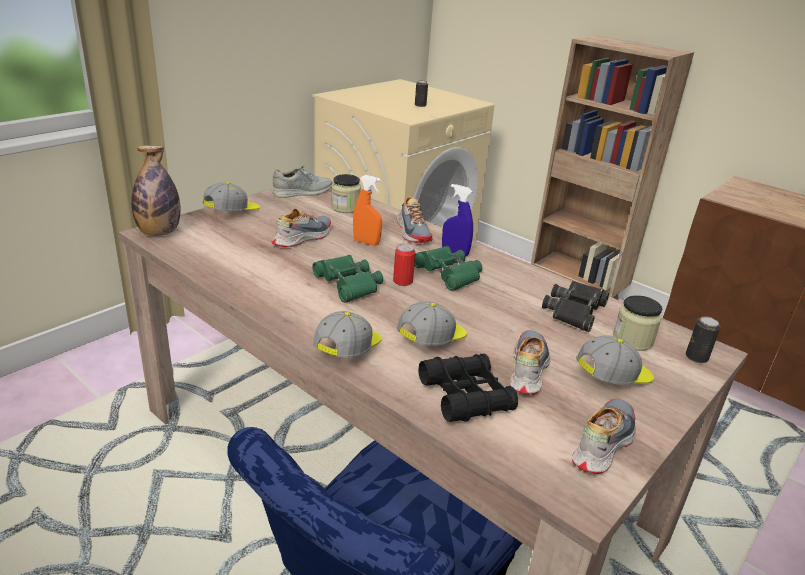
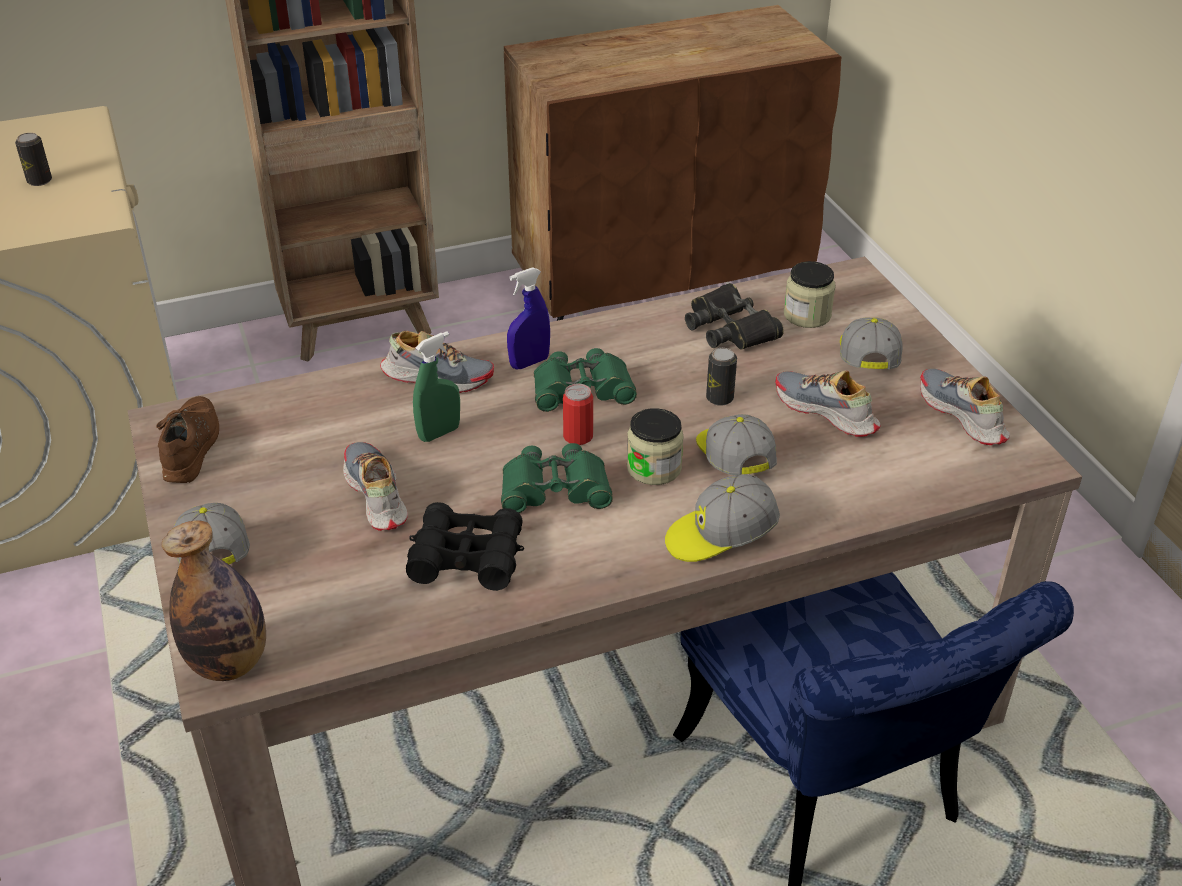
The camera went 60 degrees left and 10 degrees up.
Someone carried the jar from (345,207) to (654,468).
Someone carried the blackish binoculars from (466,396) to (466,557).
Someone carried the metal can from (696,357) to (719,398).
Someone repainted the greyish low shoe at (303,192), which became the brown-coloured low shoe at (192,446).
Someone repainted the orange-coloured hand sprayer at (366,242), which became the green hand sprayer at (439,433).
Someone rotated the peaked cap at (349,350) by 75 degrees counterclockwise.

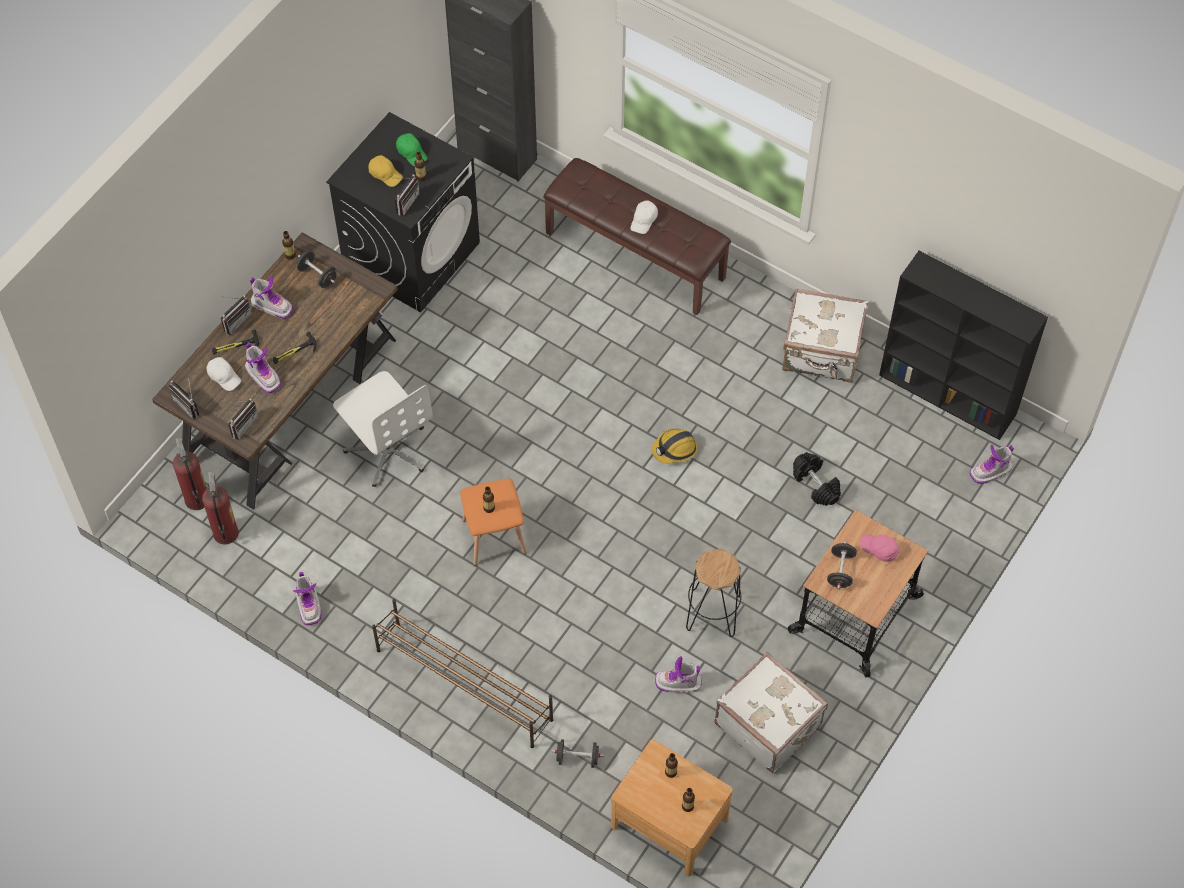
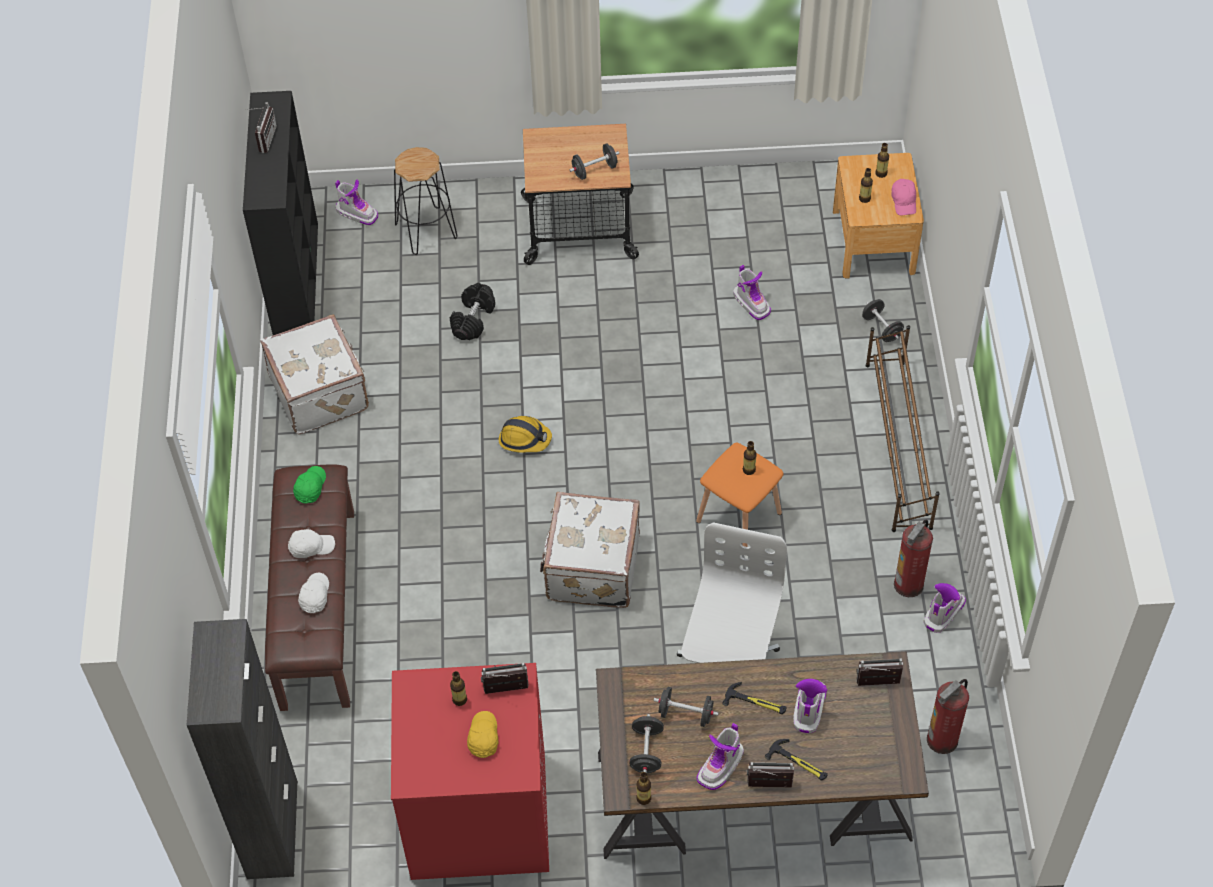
The camera went 125 degrees left and 5 degrees down.
Someone put down the blackish hand weight at (685,714).
Someone carried the radio receiver from (189,405) to (263,138).
Someone carried the extinguisher from (196,499) to (909,585).
Someone carried the whitish peaked cap from (224,376) to (314,596).
Someone carried the green peaked cap from (411,152) to (310,487).
Someone carried the blackish stool from (713,613) to (426,230).
Someone carried the whitish suitcase from (768,723) to (591,568).
Someone carried the pink-coloured peaked cap from (879,549) to (904,201).
Someone repainted the blackish laundry machine at (412,255), which became the reddish laundry machine at (477,816).
Someone rotated the boot at (272,306) by 135 degrees counterclockwise.

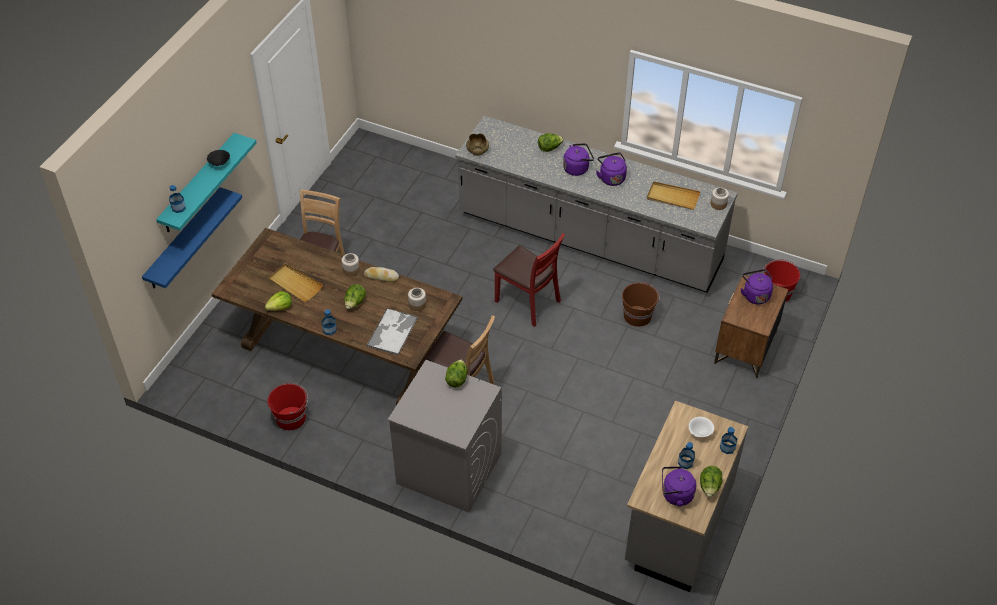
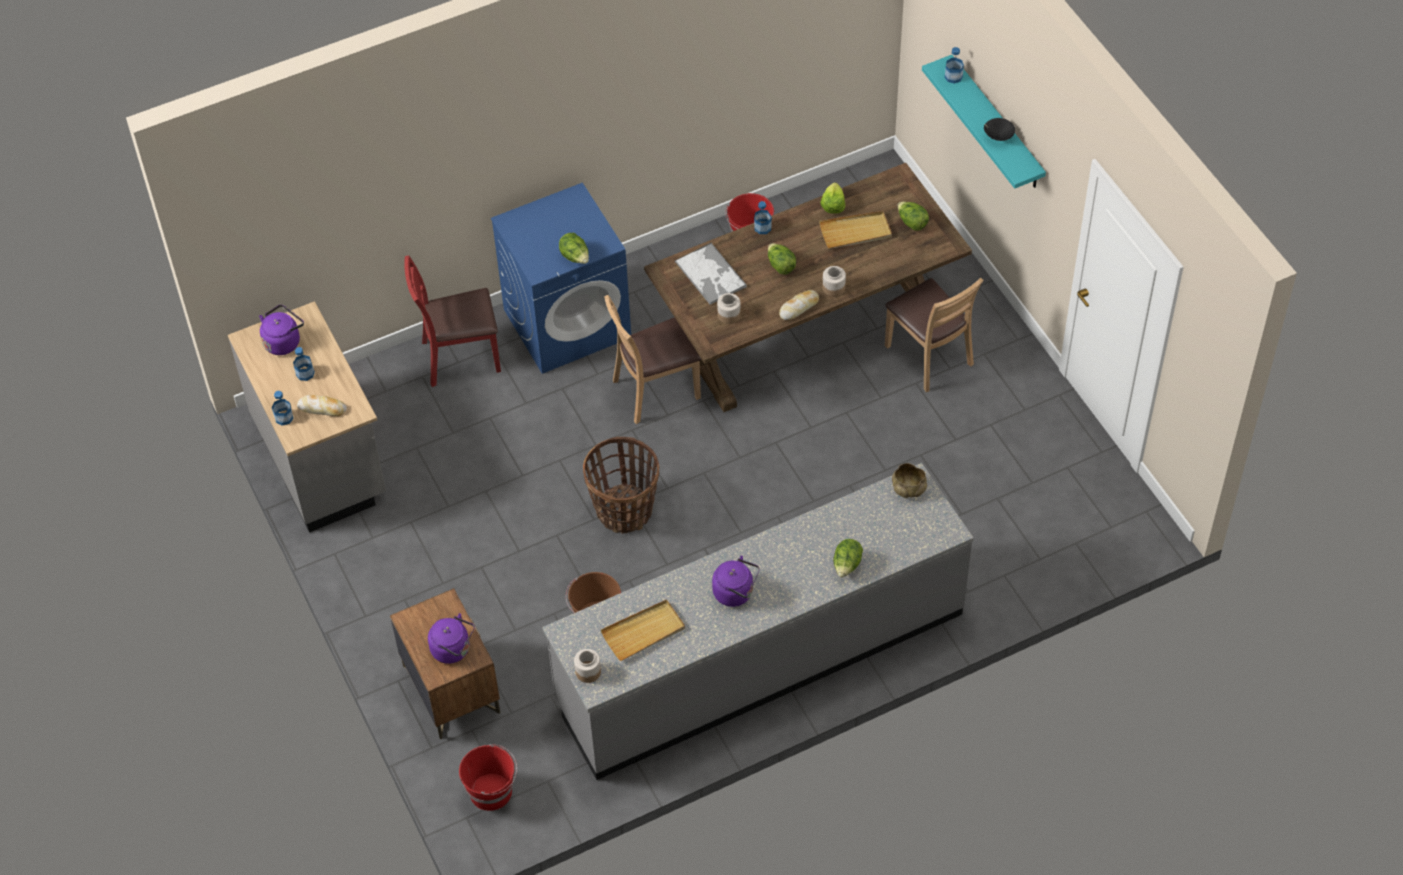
The camera went 130 degrees right and 5 degrees up.
Someone took away the blue bracket shelf at (184,239).
Someone took away the purplish tea kettle at (577,168).
Someone put down the basket at (624,510).
Someone carried the reddish chair from (528,302) to (460,357).
Someone carried the lettuce head from (709,487) to (912,223).
Someone swapped the whitish bowl at (699,432) for the baked bread at (322,408).
Someone repainted the greyish laundry machine at (448,468), which became the blue laundry machine at (567,323).

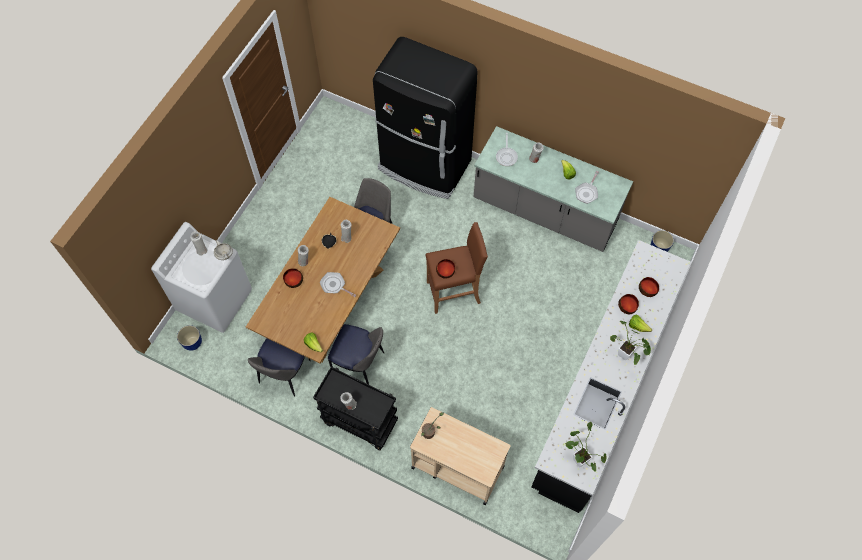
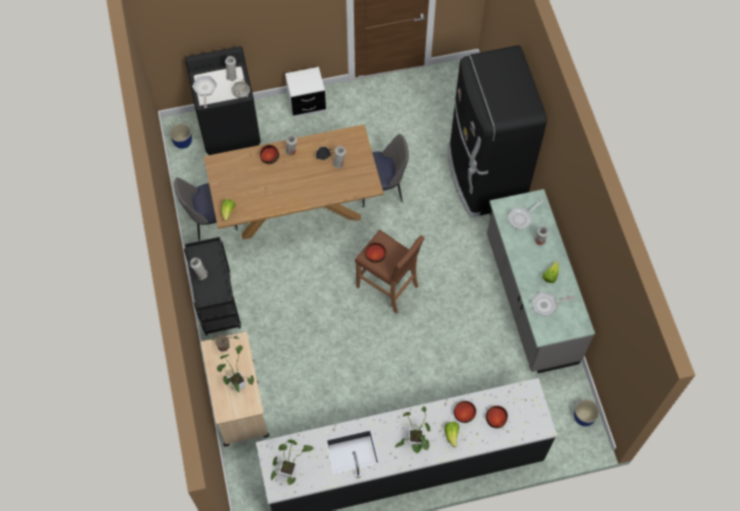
The camera went 50 degrees right and 0 degrees up.
Someone took away the chair at (360,363).
Someone put down the houseplant at (237,383).
Someone put down the whitish nightstand at (306,104).
Someone carried the frying pan from (334,285) to (205,89).
Someone repainted the whitish laundry machine at (215,300), which became the blackish laundry machine at (229,128).

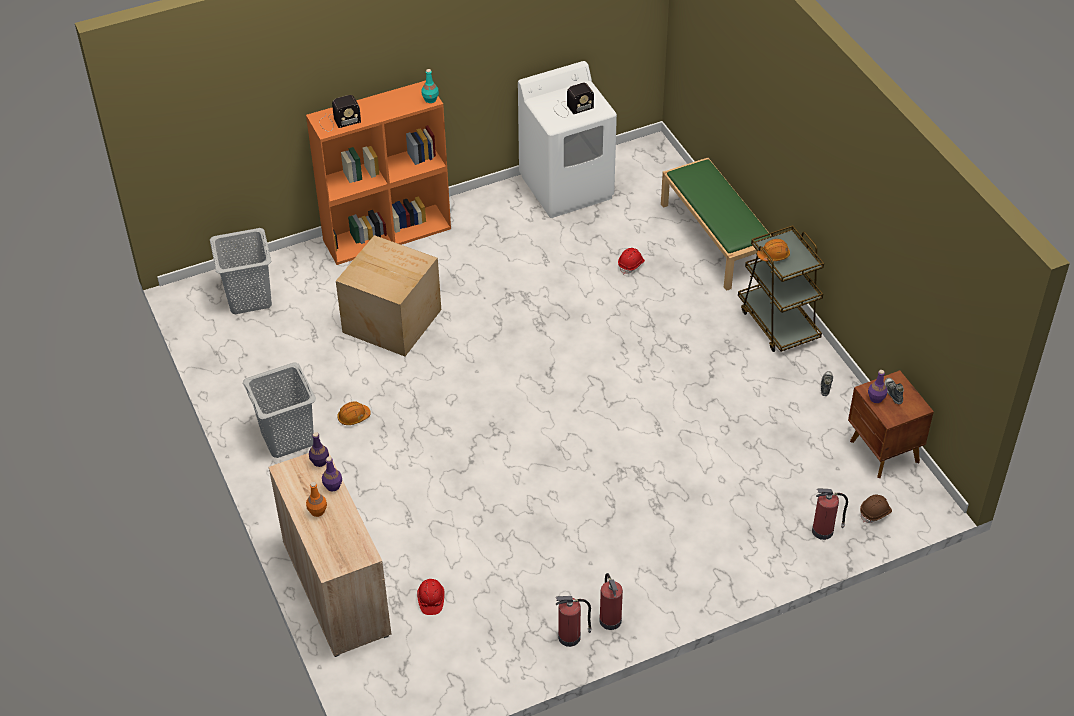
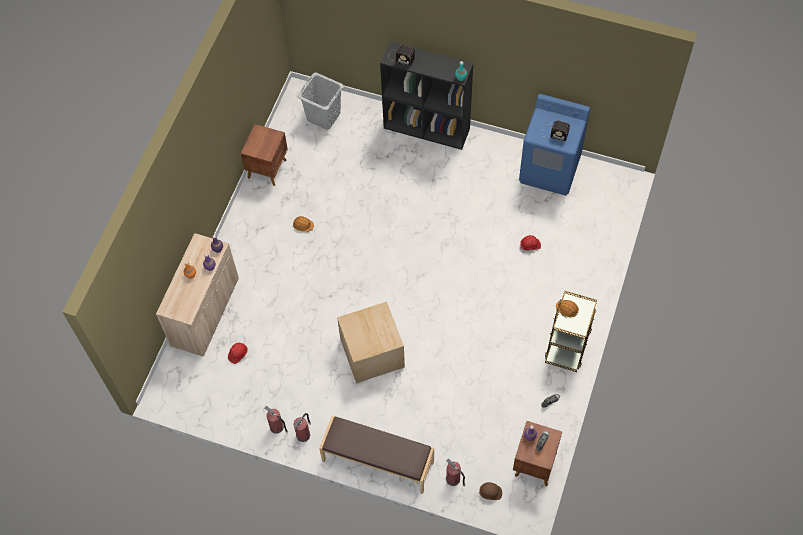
The camera went 45 degrees right and 15 degrees up.
Someone took away the greyish laundry basket at (287,437).
Someone took away the green bench at (716,239).
Someone put down the brown-coloured nightstand at (268,168).
Someone put down the brown-coloured bench at (377,462).
Someone carried the packing box from (391,320) to (372,352).
Someone repainted the orange-coloured shelving unit at (387,233), which became the blackish shelving unit at (427,128).
Someone repainted the whitish laundry machine at (567,187), which became the blue laundry machine at (550,169).

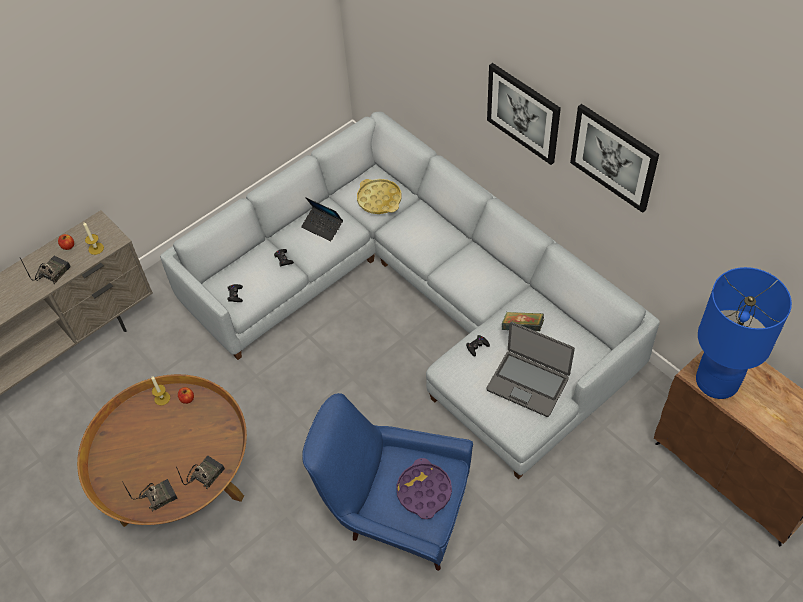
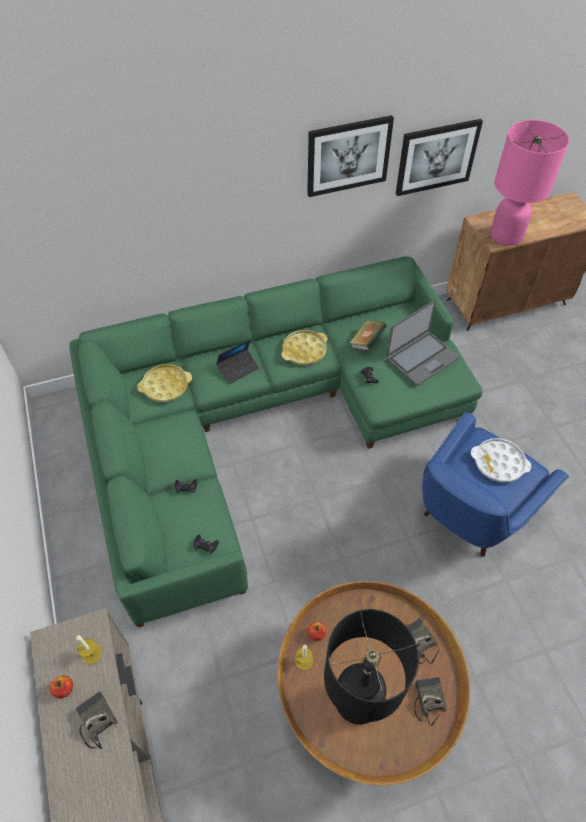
The camera went 70 degrees left and 0 degrees up.
Someone put down the yellowish tray at (304,350).
Someone put down the blackish table lamp at (357,699).
Someone carried the notebook computer from (322,226) to (238,369).
Someone carried the wall picture from (523,113) to (436,157).
Someone repainted the greyish sofa at (418,301), which became the green sofa at (262,420).
Someone repainted the purplish tray at (424,491), which became the whitish tray at (499,463).
Someone repainted the blue table lamp at (716,381), which became the pink-coloured table lamp at (506,236).

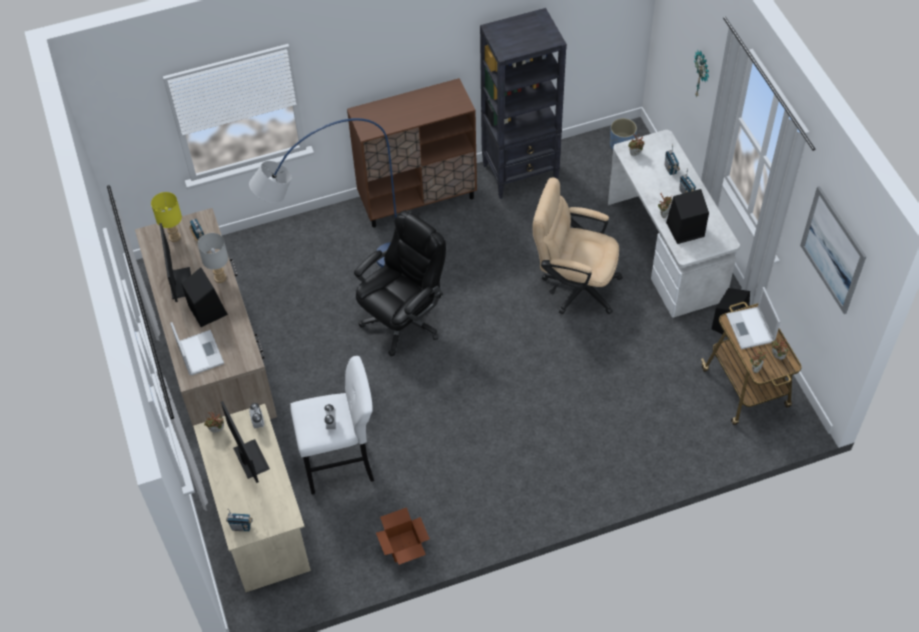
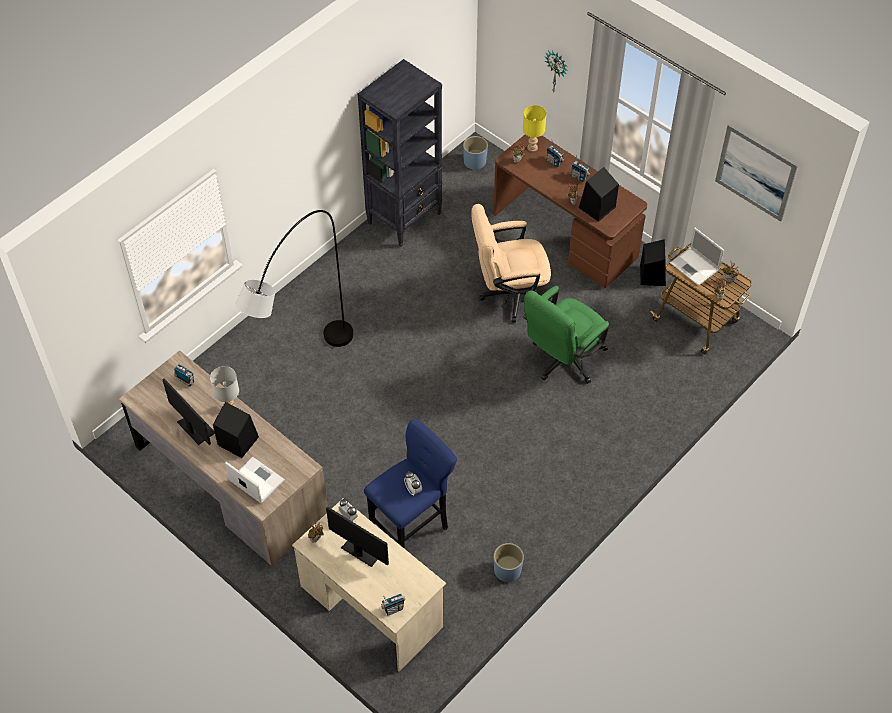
The camera went 30 degrees left and 0 degrees up.
Someone took away the brown-coloured cabinet at (418,198).
Someone took away the blackish office chair at (403,320).
Someone put down the green office chair at (563,361).
Someone carried the yellowish table lamp from (174,237) to (532,148).
Someone swapped the packing box at (403,547) for the blue planter at (507,570).
Someone repainted the blue standard lamp at (337,279), which became the greyish standard lamp at (303,372).
Someone repainted the whitish stool at (342,465), which became the blue stool at (412,527).
Someone repainted the whitish desk unit at (666,249), which became the brown-coloured desk unit at (565,234).

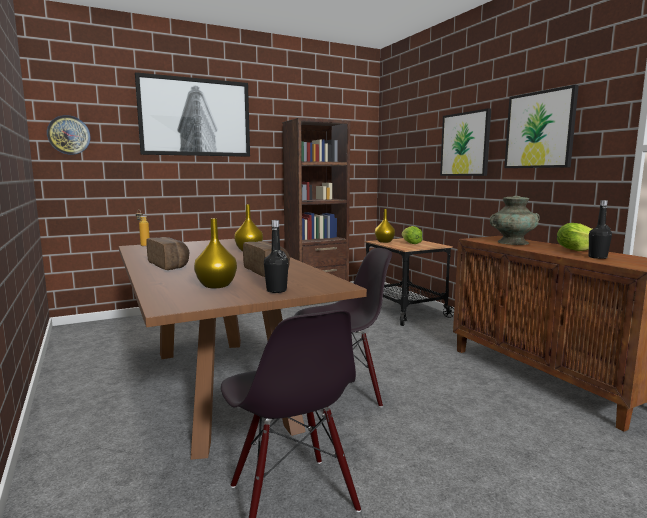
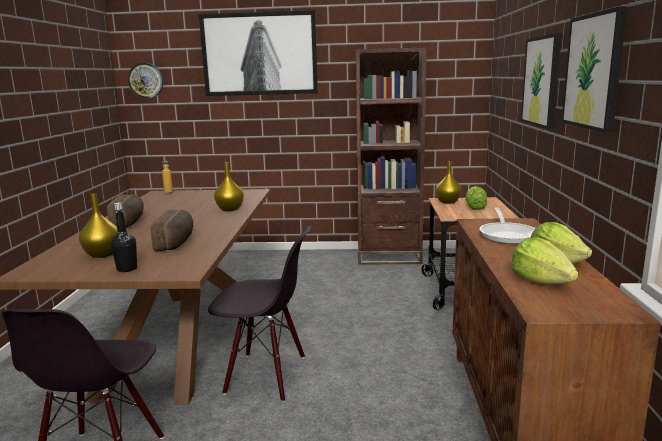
The camera went 30 degrees right and 5 degrees up.
Someone swapped the turquoise-coloured decorative vase at (513,242) for the frying pan at (507,235).
Someone swapped the blackish bottle at (597,257) for the lettuce head at (540,281).

